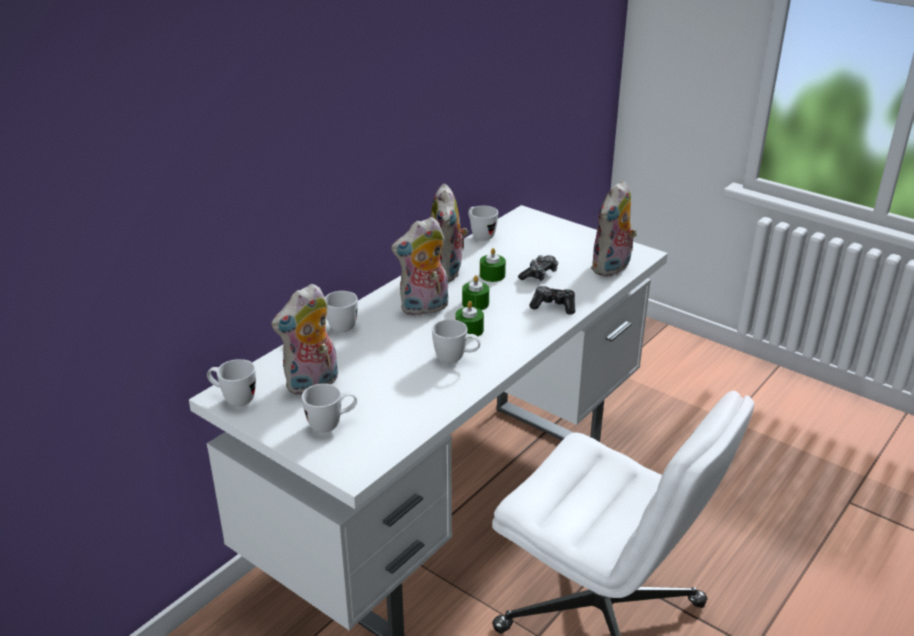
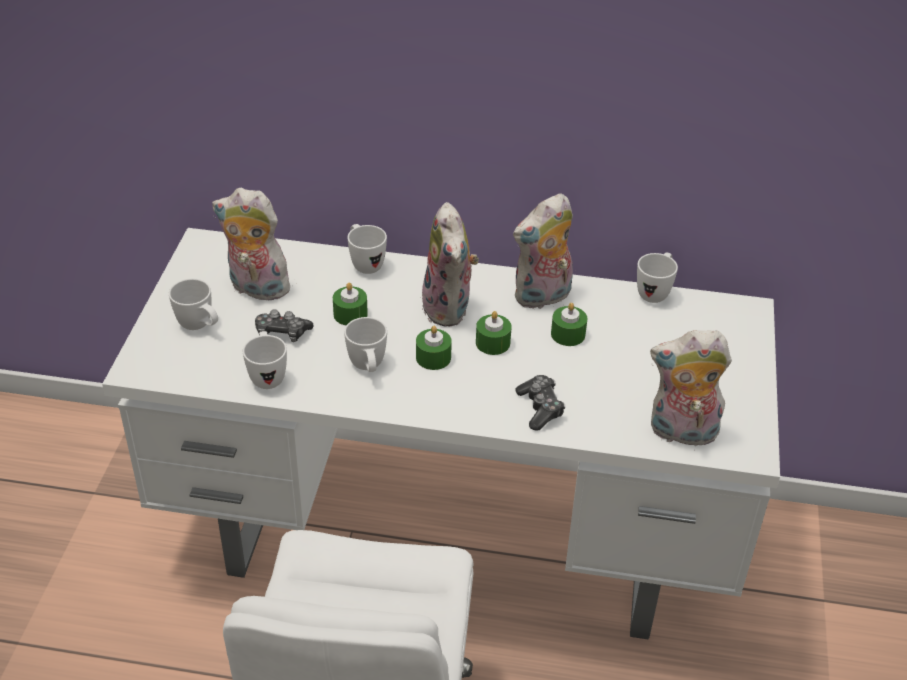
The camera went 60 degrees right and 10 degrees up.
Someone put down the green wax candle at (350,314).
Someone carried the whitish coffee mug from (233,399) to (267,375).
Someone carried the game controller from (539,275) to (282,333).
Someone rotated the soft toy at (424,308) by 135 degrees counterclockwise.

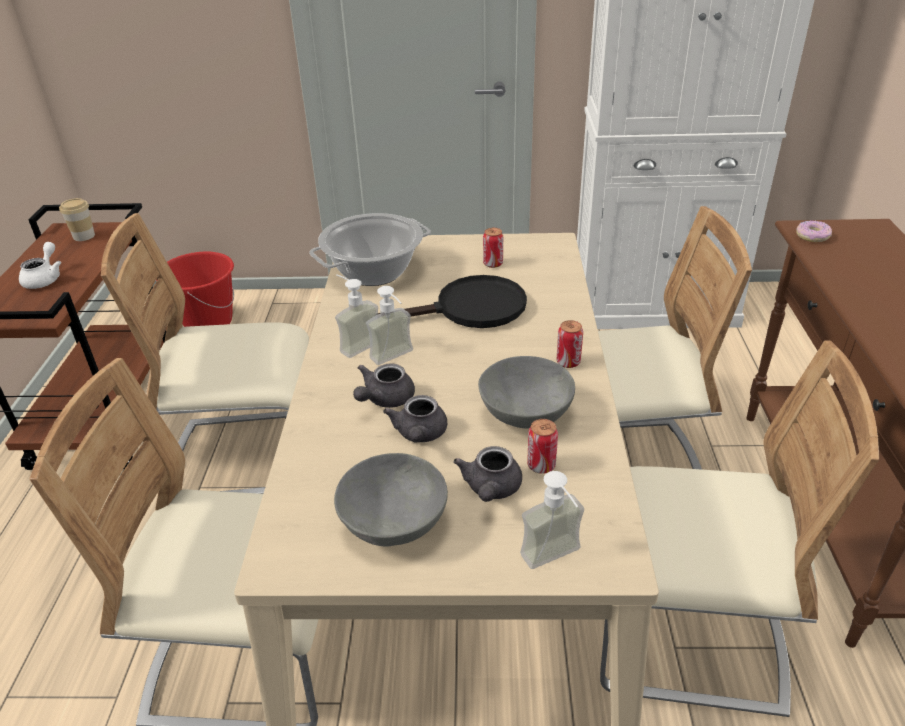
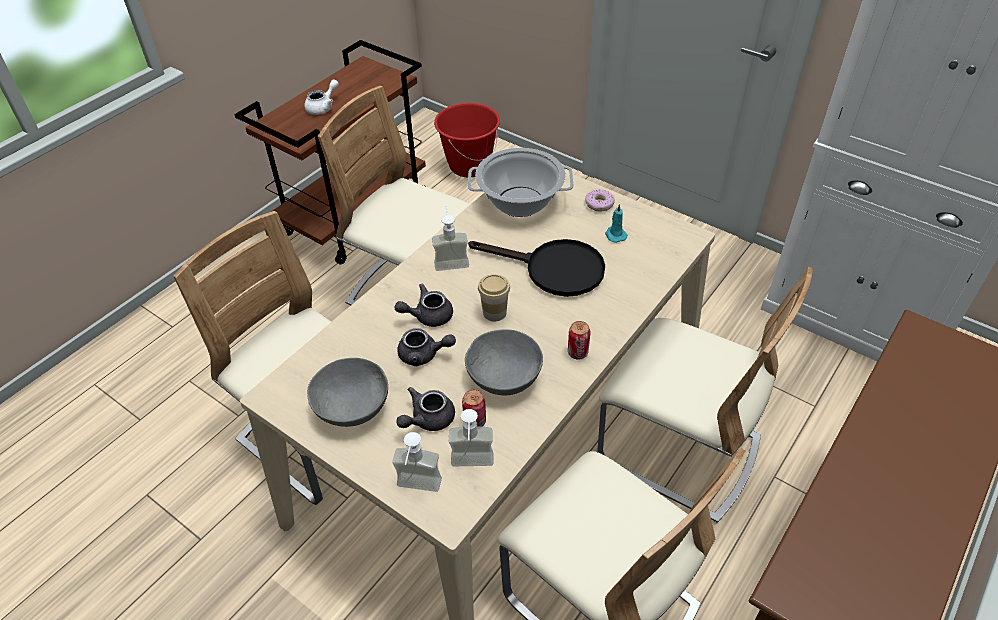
The camera went 35 degrees right and 10 degrees up.
Someone carried the drinking cup from (84,236) to (494,312).
Someone carried the soap dispenser from (396,358) to (472,467).
Someone carried the donut from (812,236) to (599,204).
Someone swapped the metal can at (493,264) for the turquoise-coloured wax candle at (615,235).
Someone rotated the greyish tea pot at (419,435) by 120 degrees counterclockwise.

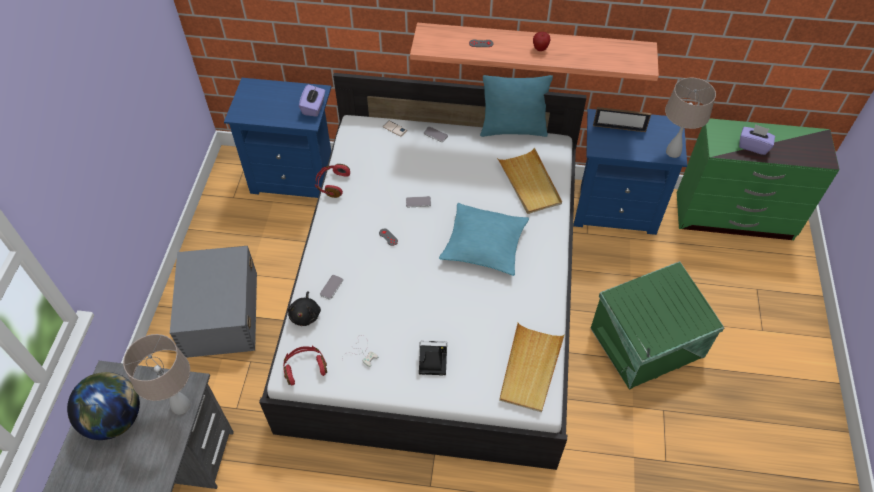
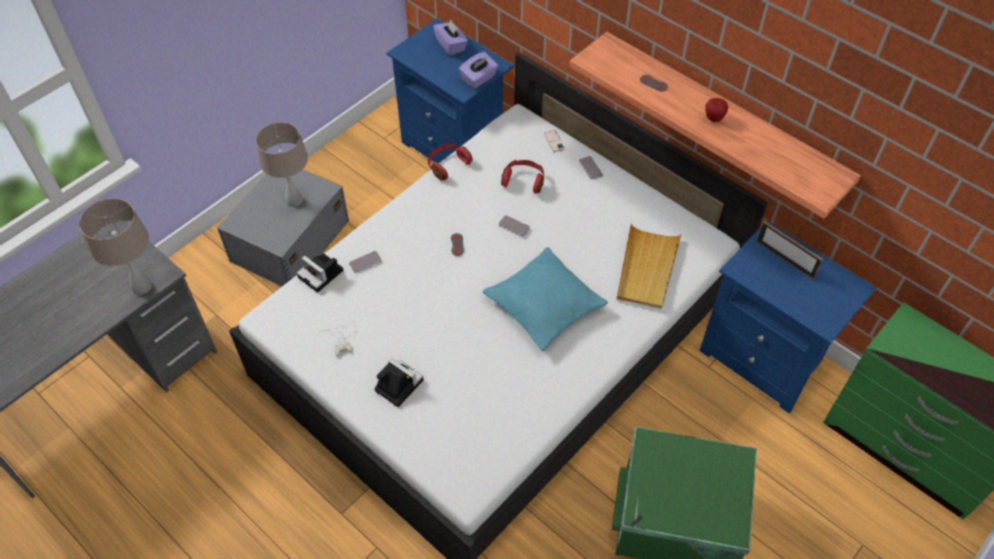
The camera went 35 degrees right and 0 degrees up.
Someone took away the world globe at (115,418).
Someone took away the turquoise-coloured pillow at (513,129).
Someone took away the sand-coloured tray at (530,369).
Someone carried the reddish headset from (305,367) to (524,180).
Someone carried the sand-coloured table lamp from (673,151) to (294,200).
Someone carried the purplish tissue holder from (753,146) to (451,45).
Someone swapped the blackish soft toy at (305,315) for the still camera at (322,274).

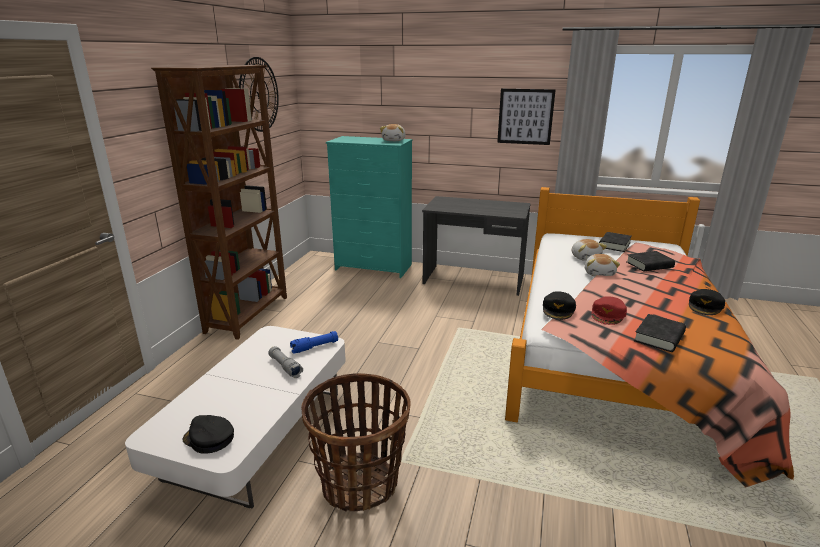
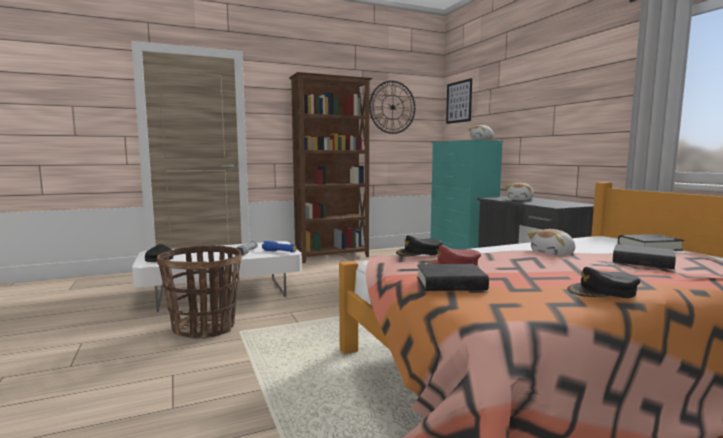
The camera went 50 degrees right and 15 degrees down.
Someone carried the wall picture from (525,116) to (459,102).
Someone carried the soft toy from (585,257) to (520,200).

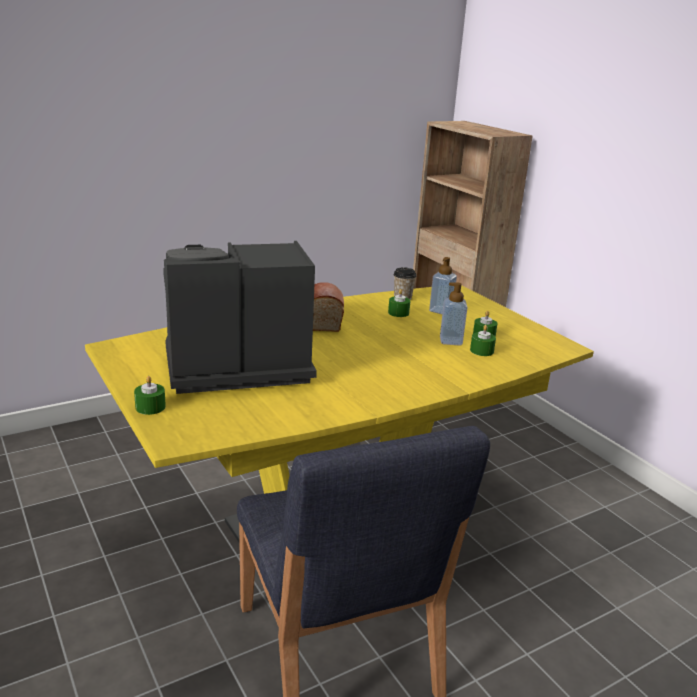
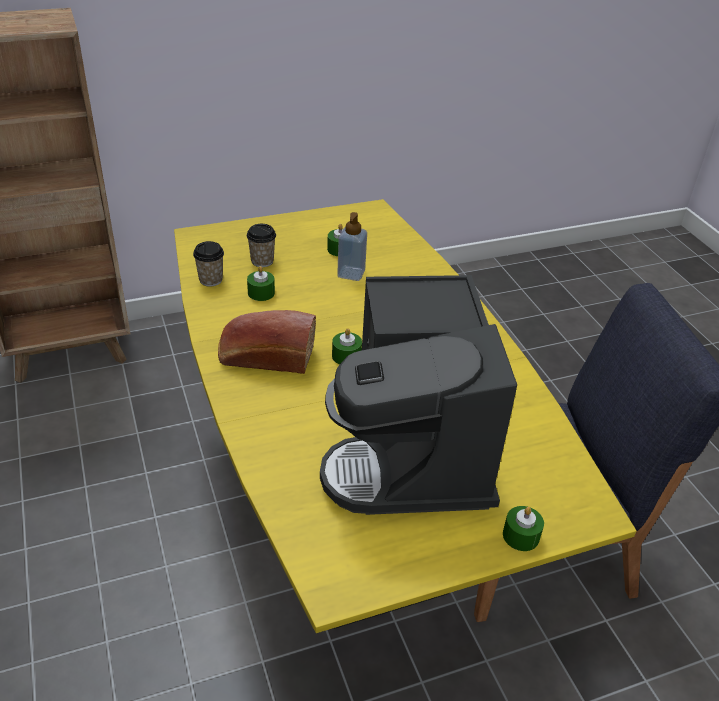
The camera went 80 degrees left and 15 degrees up.
Someone carried the green wax candle from (481,351) to (346,356).
Someone swapped the soap dispenser at (440,311) for the drinking cup at (262,261).

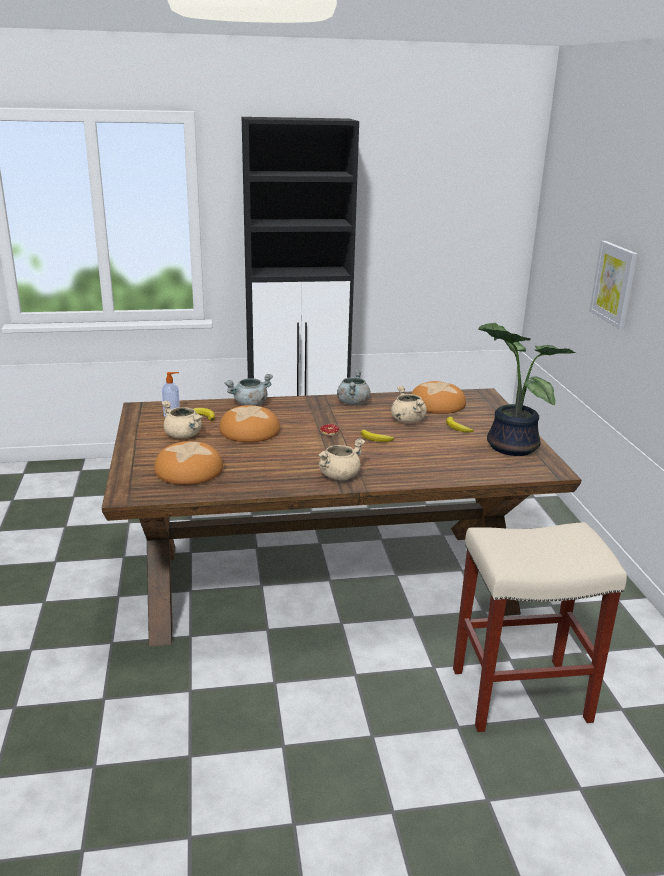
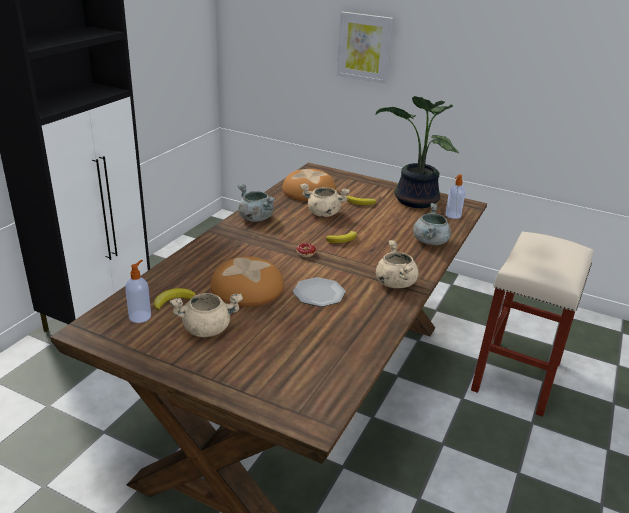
The camera went 55 degrees left and 5 degrees up.
Someone took away the baked bread at (188,470).
Someone put down the dinner plate at (319,294).
Someone put down the soap dispenser at (452,215).
Someone carried the greyish cooking pot from (250,404) to (430,242).

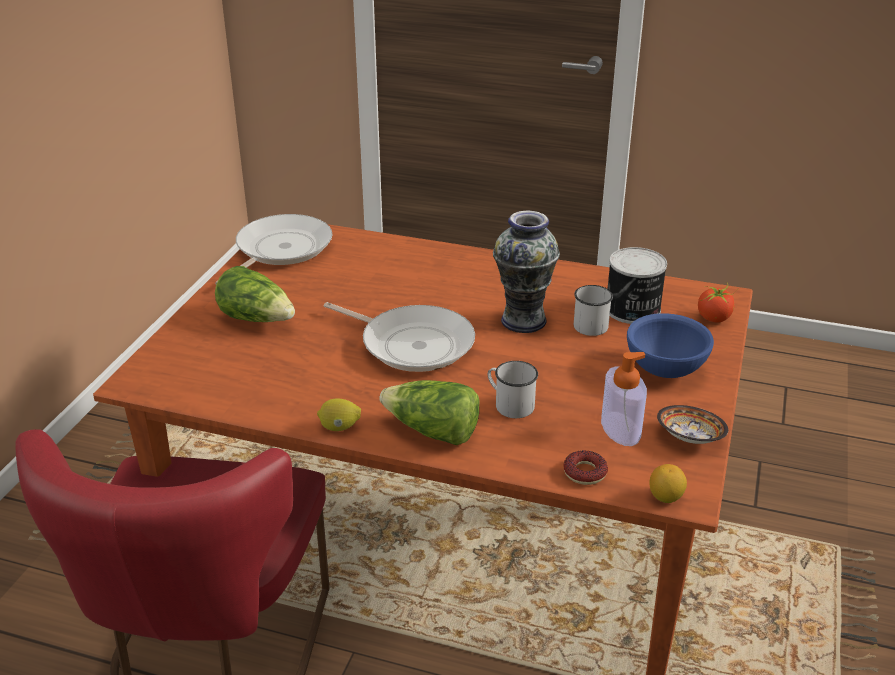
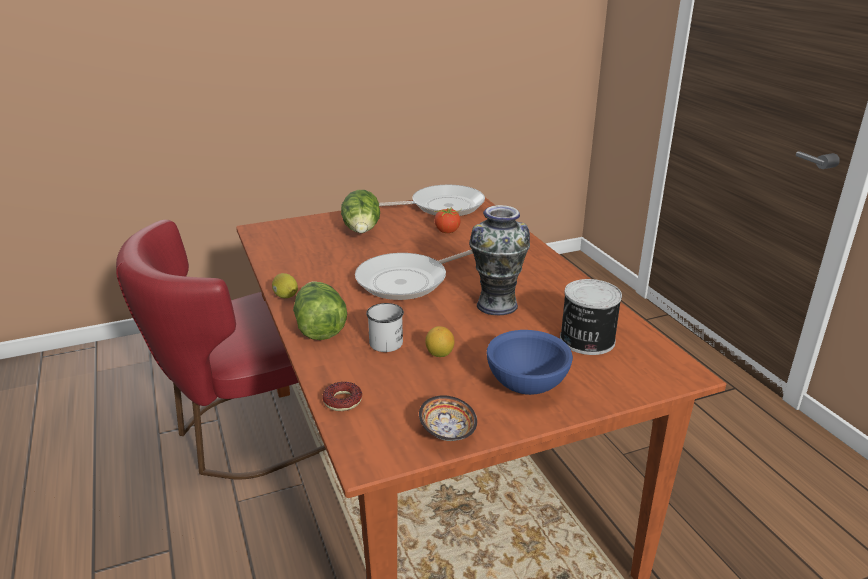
The camera went 50 degrees right and 5 degrees down.
Someone took away the whitish coffee mug at (587,323).
Someone took away the soap dispenser at (620,429).
Someone carried the citrus fruit from (665,497) to (439,354).
Someone carried the fresh tomato from (714,318) to (447,231).
Someone rotated the frying pan at (412,344) by 60 degrees clockwise.

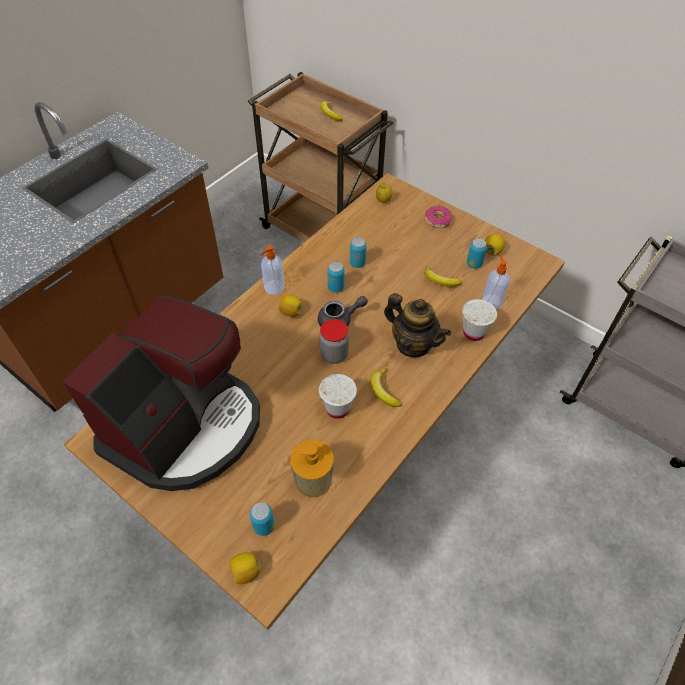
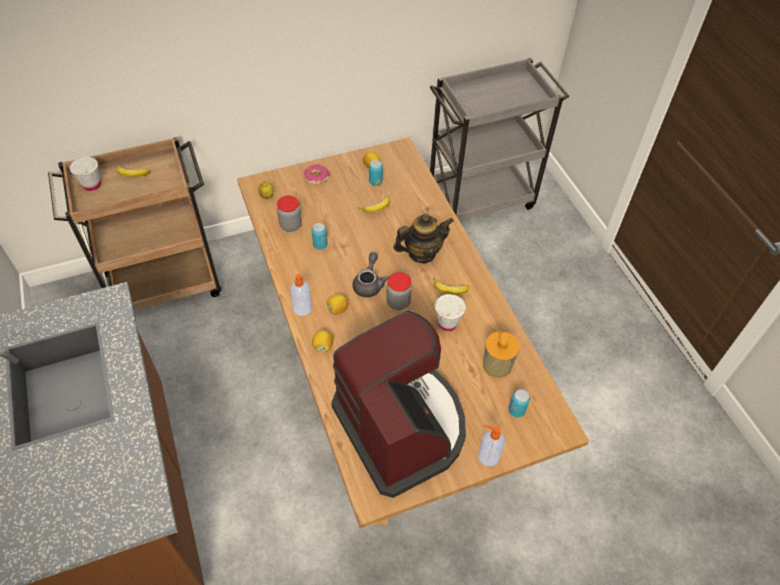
The camera went 60 degrees left and 0 degrees up.
Someone took away the metal can at (336,288).
Someone put down the jar at (290,225).
Someone carried the citrus fruit from (245,572) to (323,346).
Someone carried the whitish drinking cup from (473,332) to (92,185).
Someone carried the soap dispenser from (491,301) to (487,456).

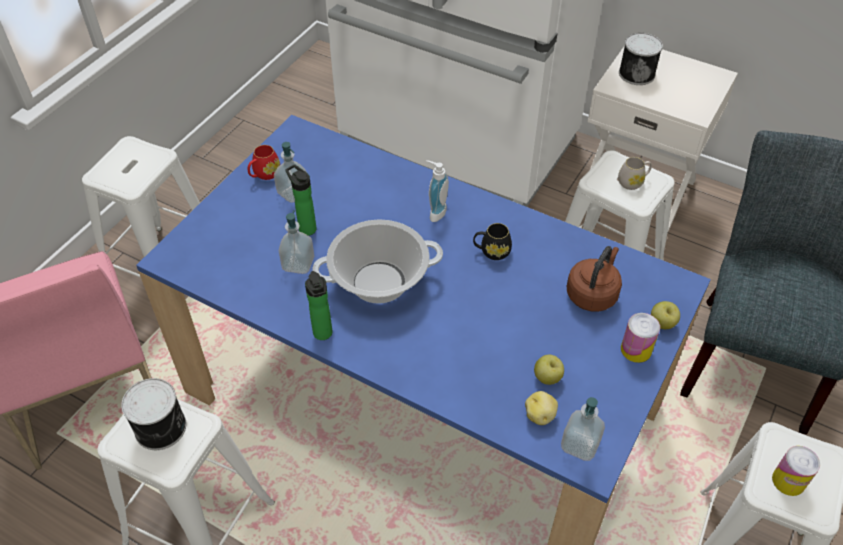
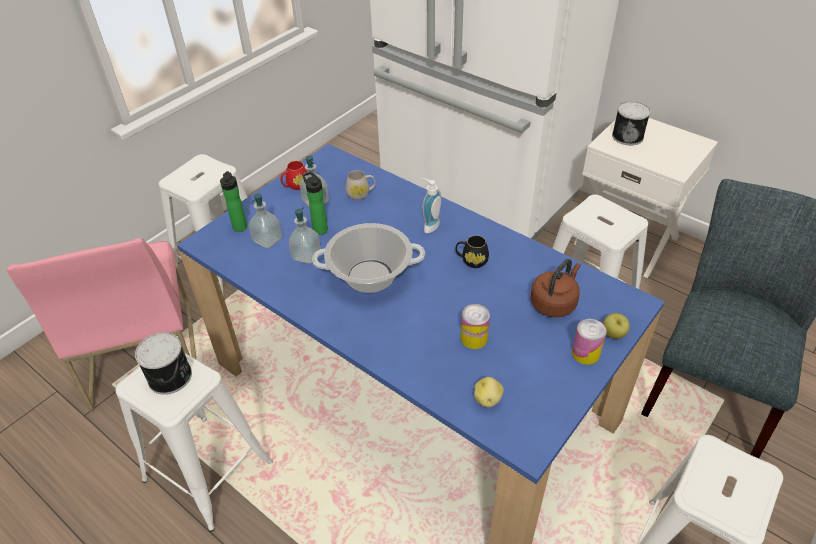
The camera went 10 degrees right and 5 degrees down.
Someone took away the apple fruit at (547,378).
Someone carried the bottle from (323,335) to (240,229).
Someone carried the soap dispenser from (580,445) to (267,240).
Someone carried the whitish coffee mug from (633,182) to (361,194).
Someone carried the metal can from (788,481) to (474,338).

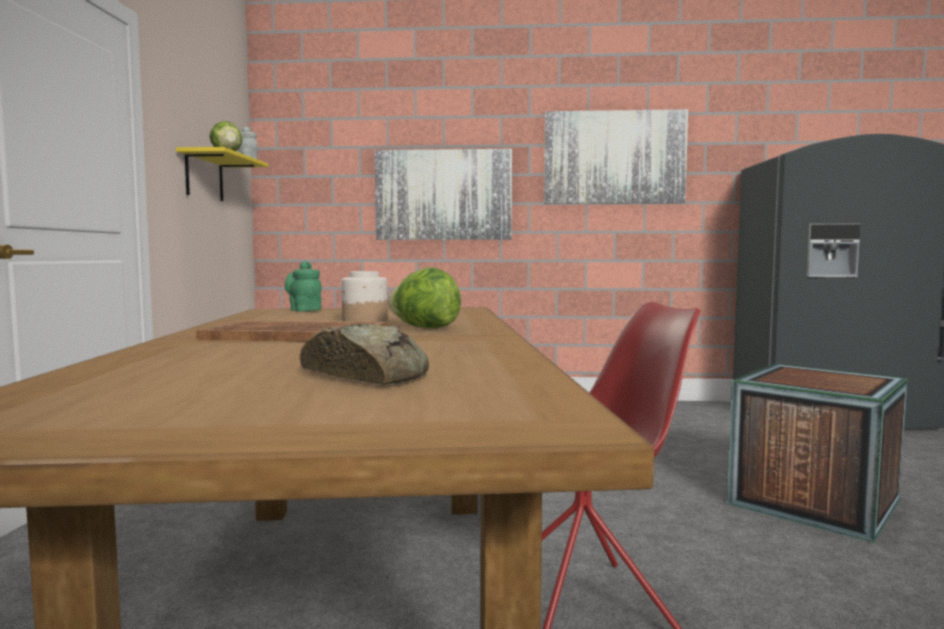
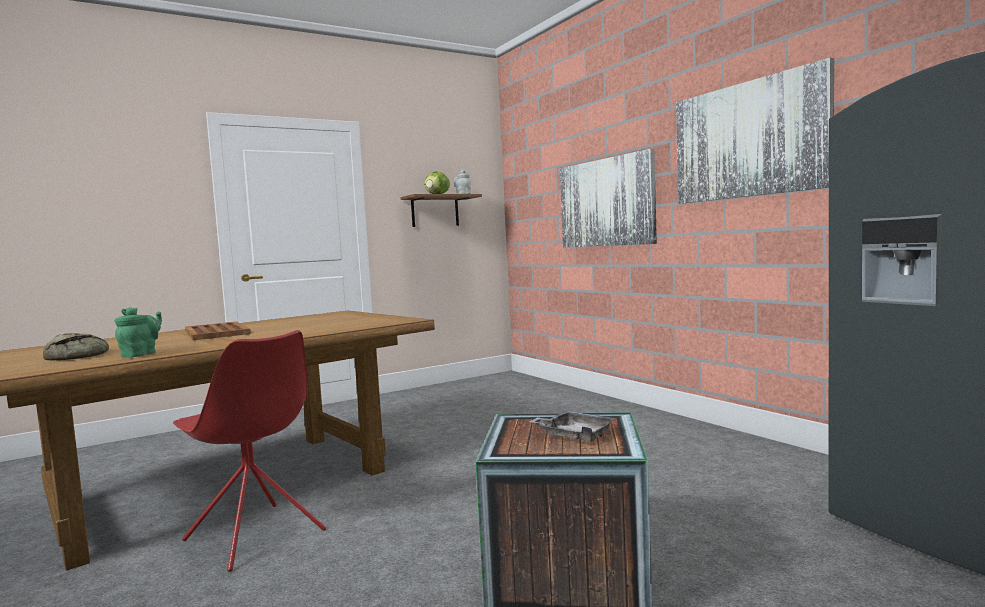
The camera went 55 degrees right and 0 degrees up.
Someone took away the jar at (364,320).
Someone took away the lettuce head at (425,328).
Someone put down the greyish tray at (574,435).
Someone carried the green tea pot from (304,310) to (141,354).
Someone repainted the yellowish bracket shelf at (204,177), which became the brown-coloured bracket shelf at (435,211).

